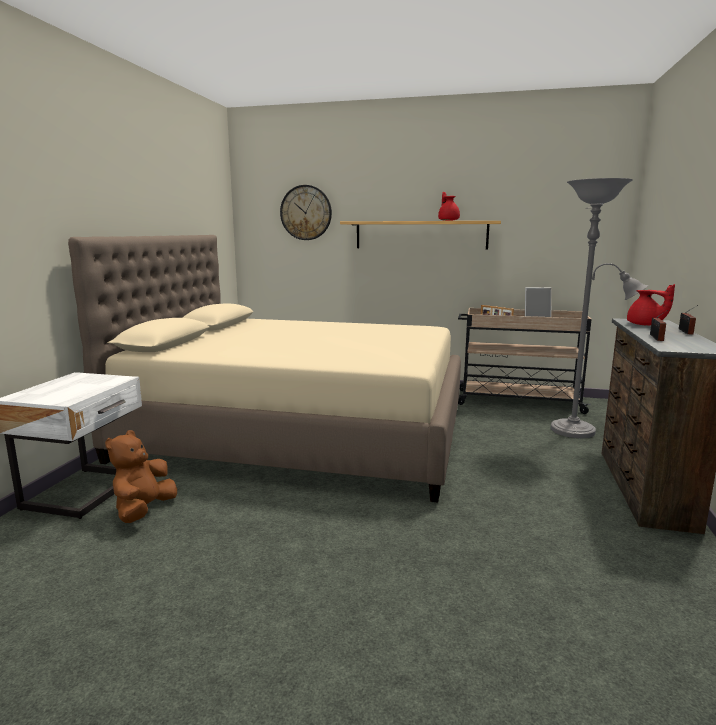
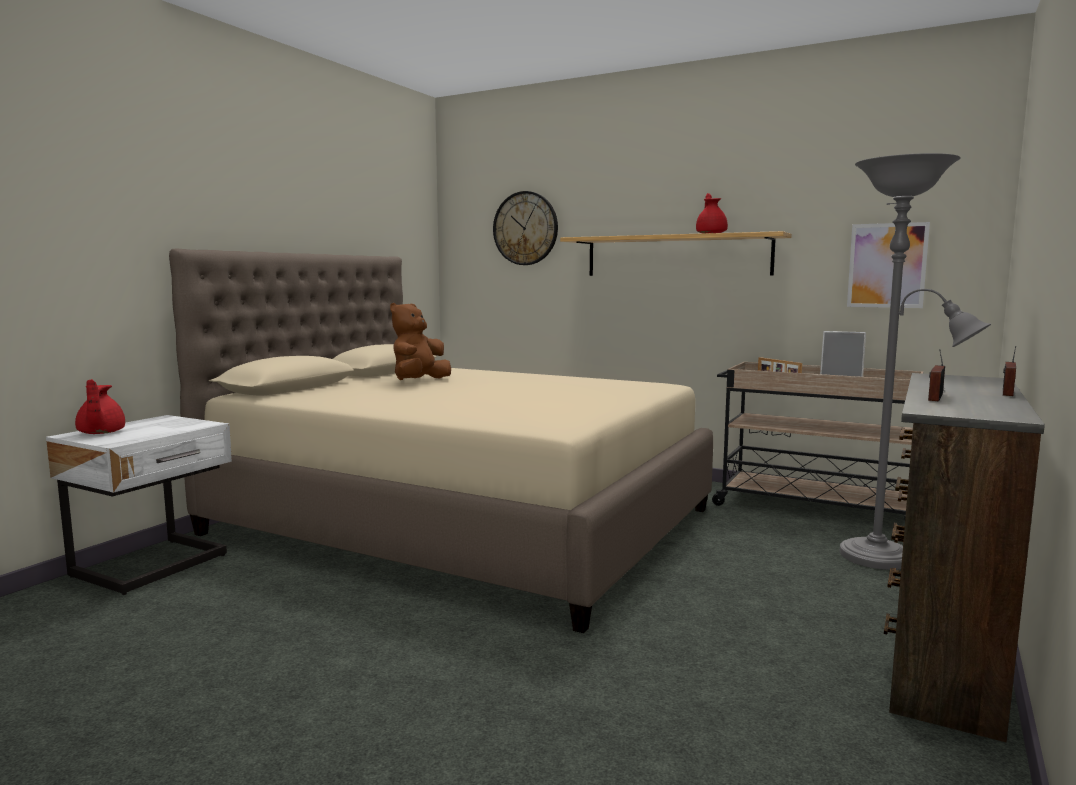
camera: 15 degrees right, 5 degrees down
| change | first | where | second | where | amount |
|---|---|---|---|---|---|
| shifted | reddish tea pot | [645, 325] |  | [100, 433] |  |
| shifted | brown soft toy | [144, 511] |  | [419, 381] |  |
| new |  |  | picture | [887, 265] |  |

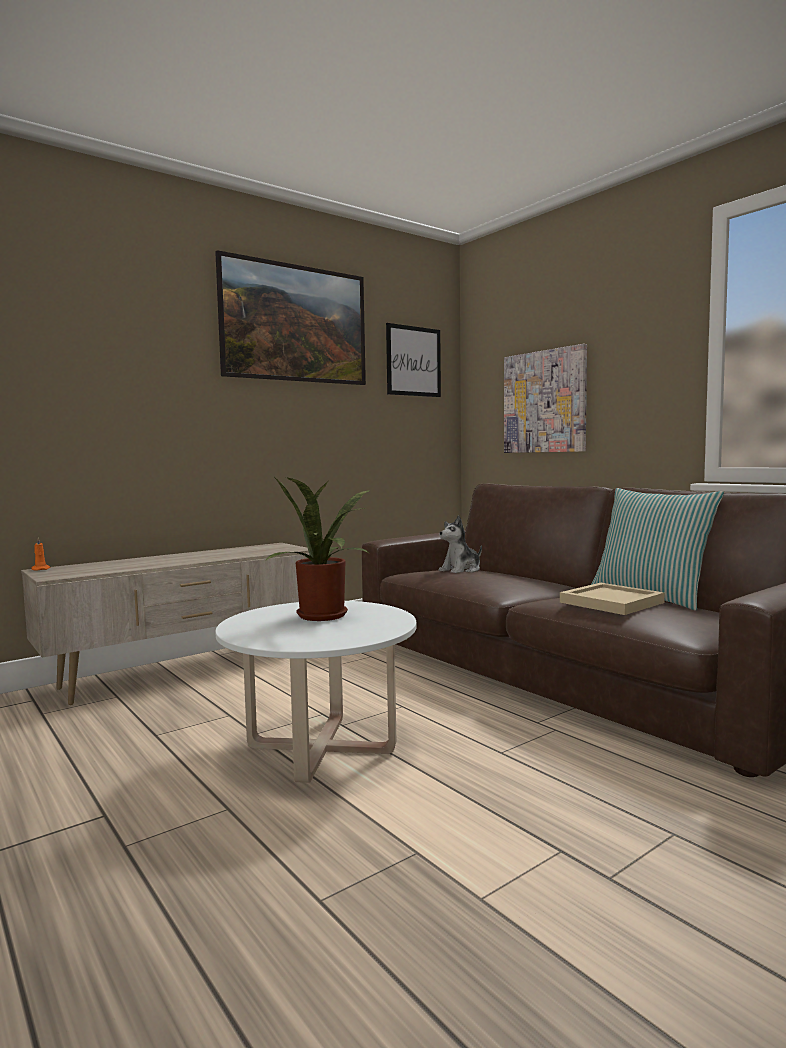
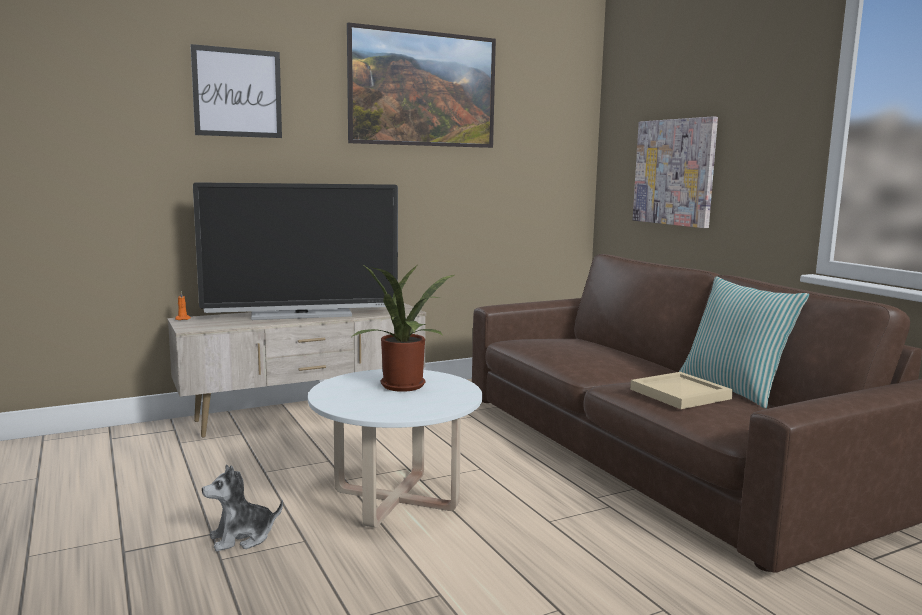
camera: 10 degrees right, 5 degrees up
| change | first | where | second | where | amount |
|---|---|---|---|---|---|
| shifted | picture | [413, 361] |  | [237, 93] |  |
| new |  |  | TV set | [301, 315] |  |
| shifted | soft toy | [461, 570] |  | [242, 538] |  |

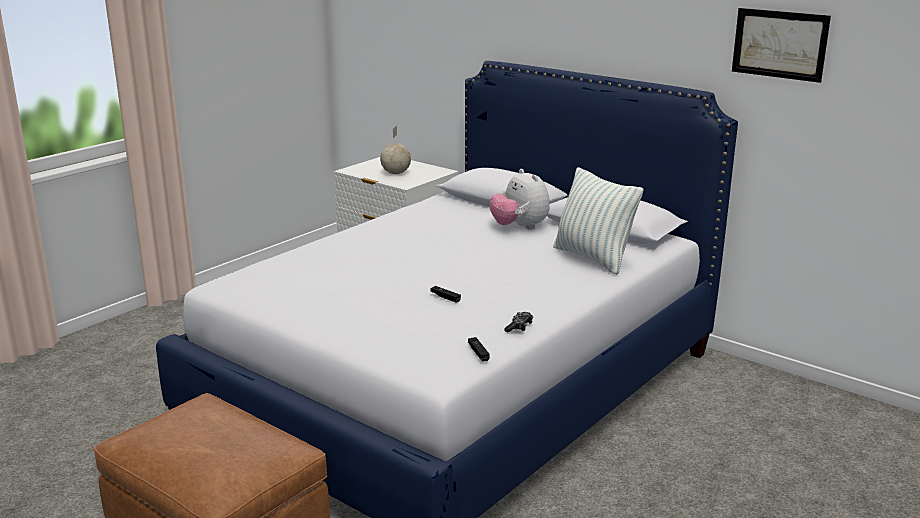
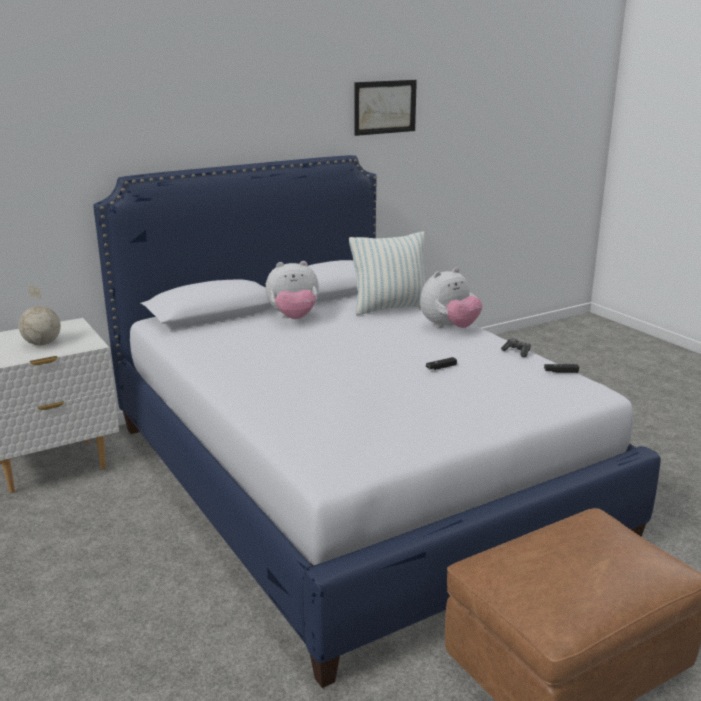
camera: 70 degrees left, 0 degrees up
| change | first | where | second | where | amount |
|---|---|---|---|---|---|
| new |  |  | soft toy | [449, 328] |  |

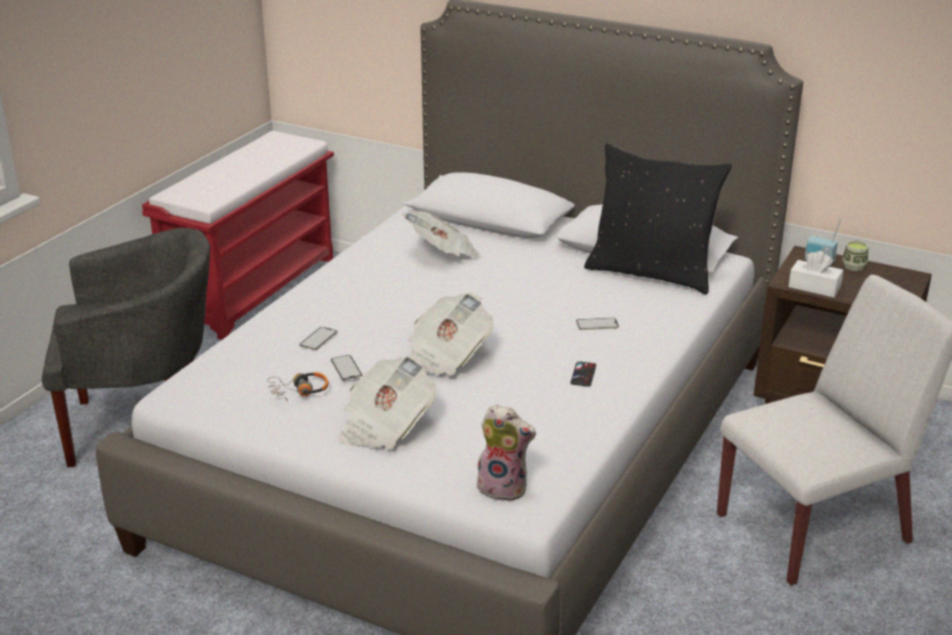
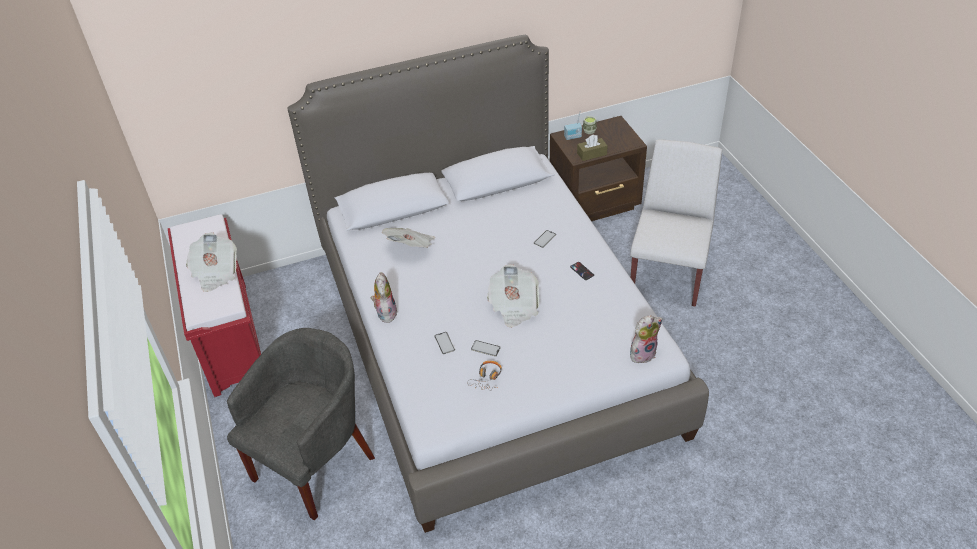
camera: 45 degrees left, 15 degrees up
| change | first | where | second | where | amount |
|---|---|---|---|---|---|
| shifted | newspaper | [385, 426] |  | [215, 273] |  |
| new |  |  | soft toy | [385, 313] |  |
| repainted | whitish tissue holder | [814, 287] | brown tissue holder | [592, 154] |  |
| gone | black pillow | [651, 272] |  |  |  |

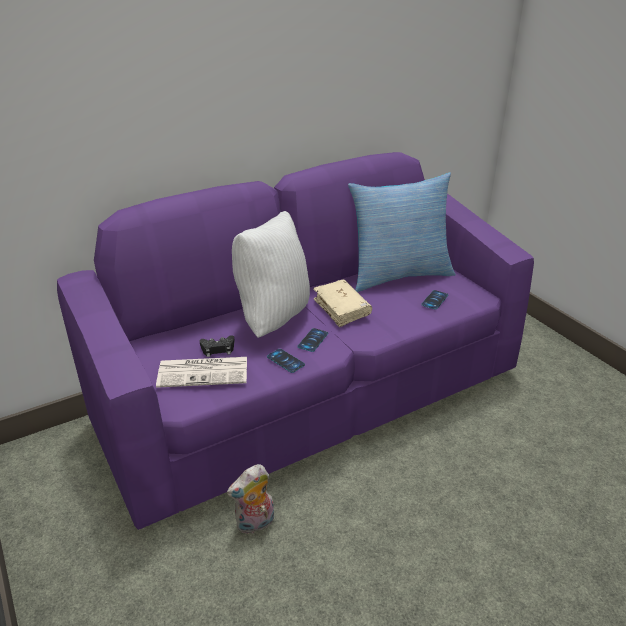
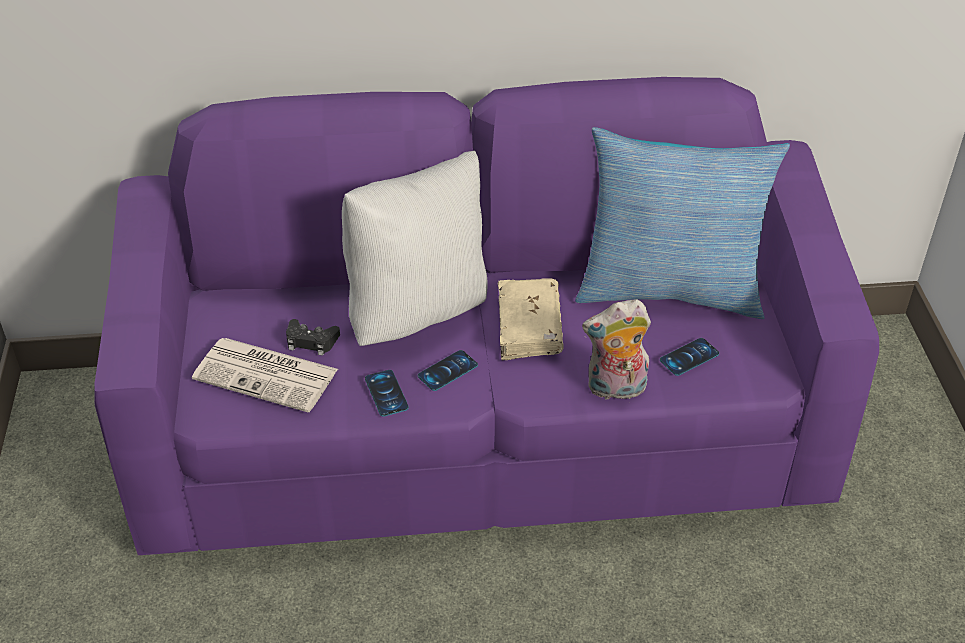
camera: 25 degrees right, 10 degrees up
| change | first | where | second | where | amount |
|---|---|---|---|---|---|
| shifted | soft toy | [255, 524] |  | [615, 389] |  |

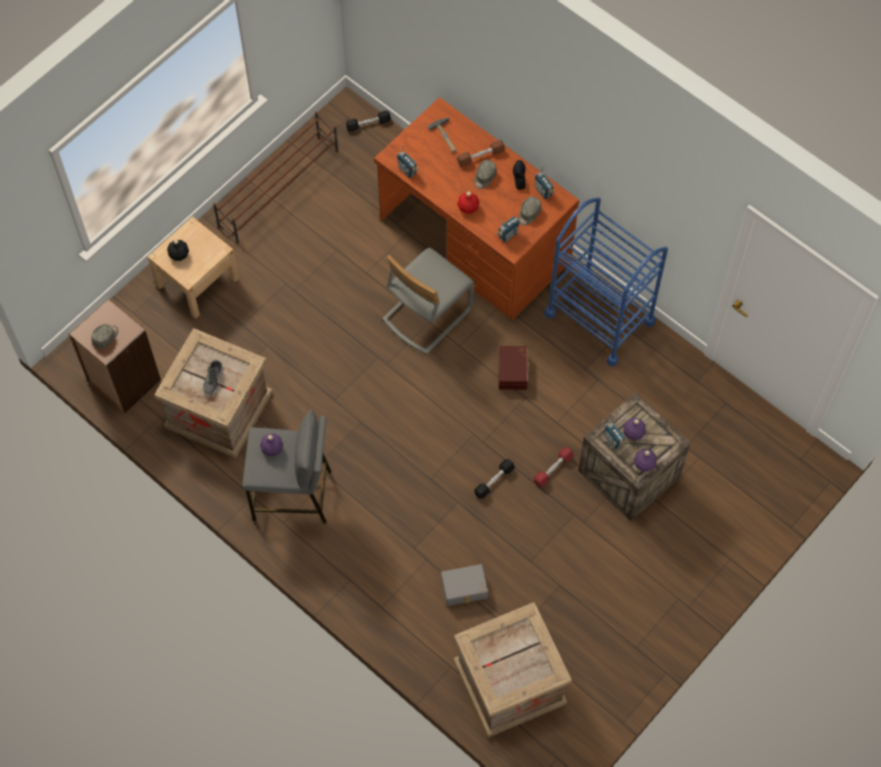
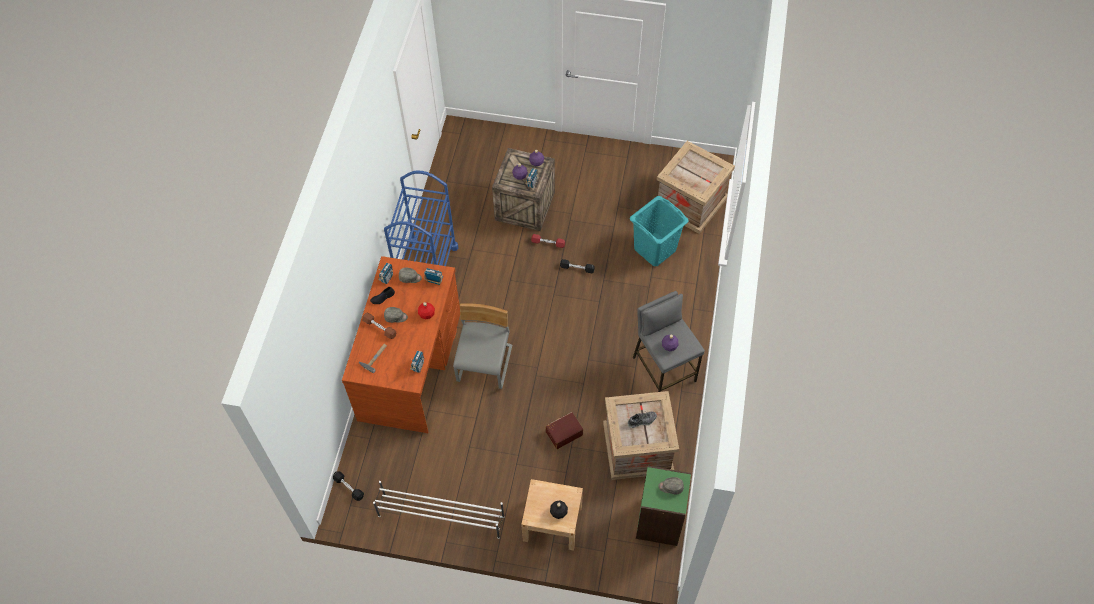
camera: 120 degrees left, 5 degrees down
| change | first | where | second | where | amount |
|---|---|---|---|---|---|
| repainted | brown shoe shelf | [279, 188] | whitish shoe shelf | [440, 515] |  |
| rotated | greyish chair | [426, 314] |  | [485, 364] | 90 degrees counterclockwise |
| shifted | brown storage bin | [513, 371] |  | [563, 432] |  |
| swapped | greyish storage bin | [464, 589] | turquoise hamper | [654, 249] |  |
| repainted | brown bookshelf | [123, 381] | green bookshelf | [660, 522] |  |

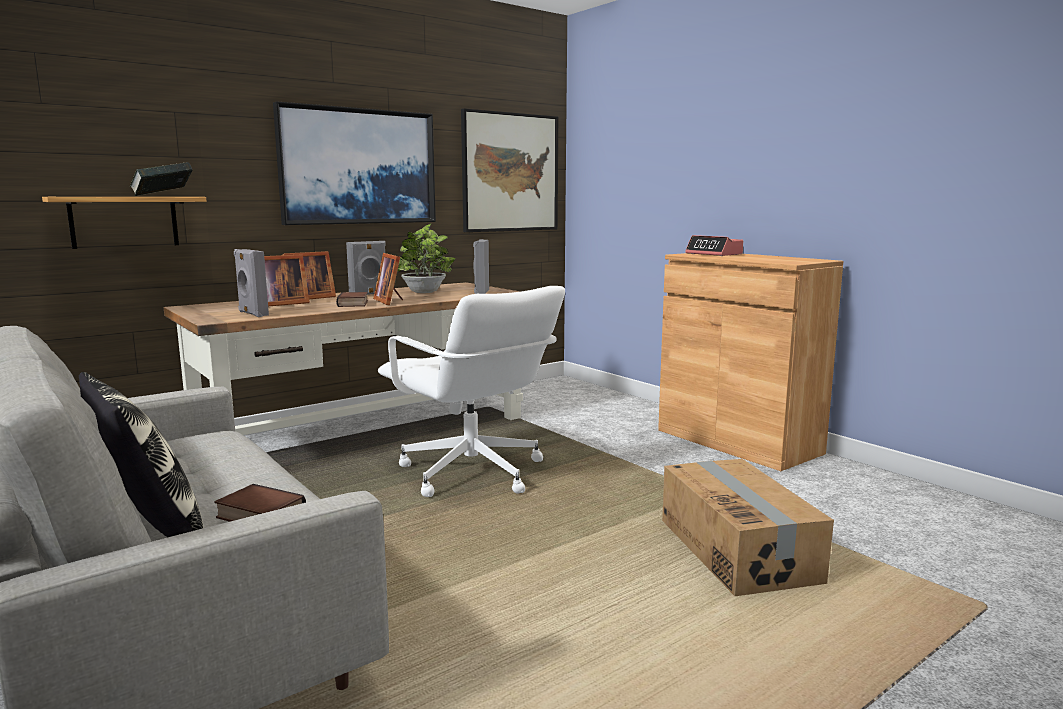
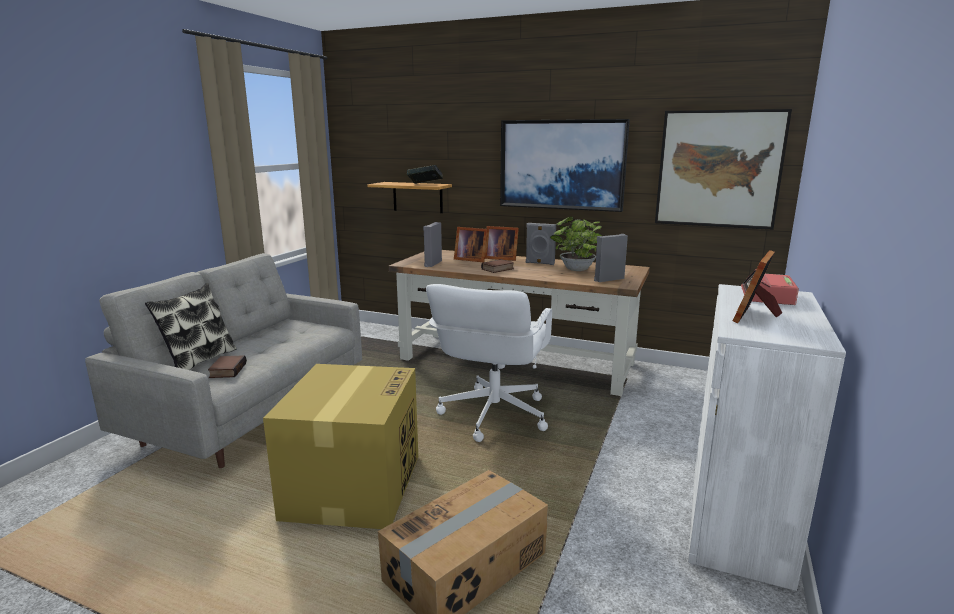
camera: 60 degrees right, 5 degrees up
| change | first | where | second | where | amount |
|---|---|---|---|---|---|
| new |  |  | packing box | [353, 486] |  |
| repainted | brown storage cabinet | [738, 441] | whitish storage cabinet | [738, 516] |  |
| shifted | photo frame | [390, 301] |  | [756, 316] |  |

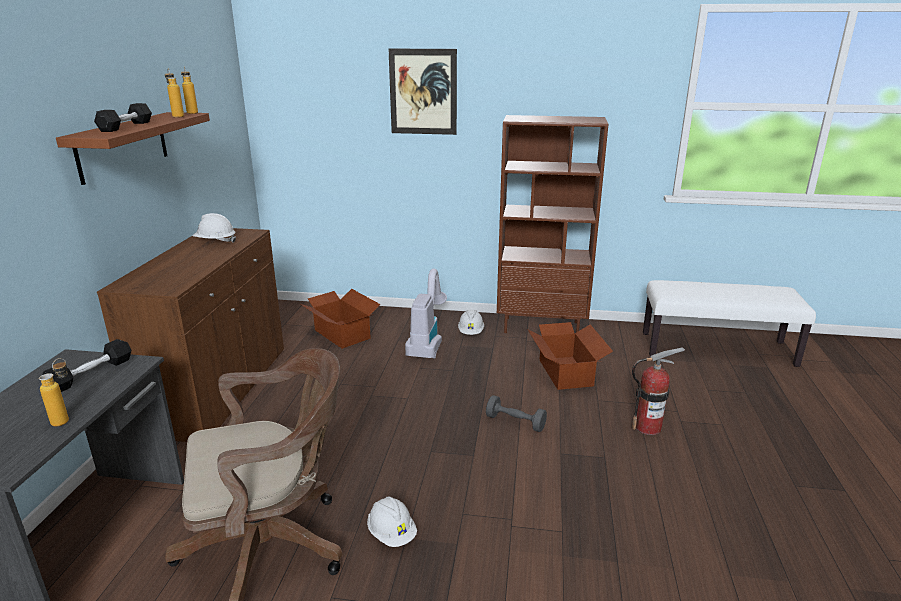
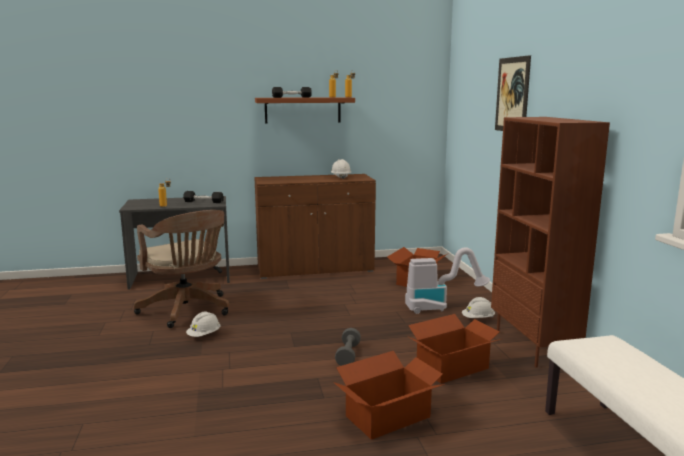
camera: 70 degrees right, 10 degrees down
| change | first | where | second | where | amount |
|---|---|---|---|---|---|
| swapped | fire-fighting cylinder | [648, 427] | packing box | [389, 417] |  |

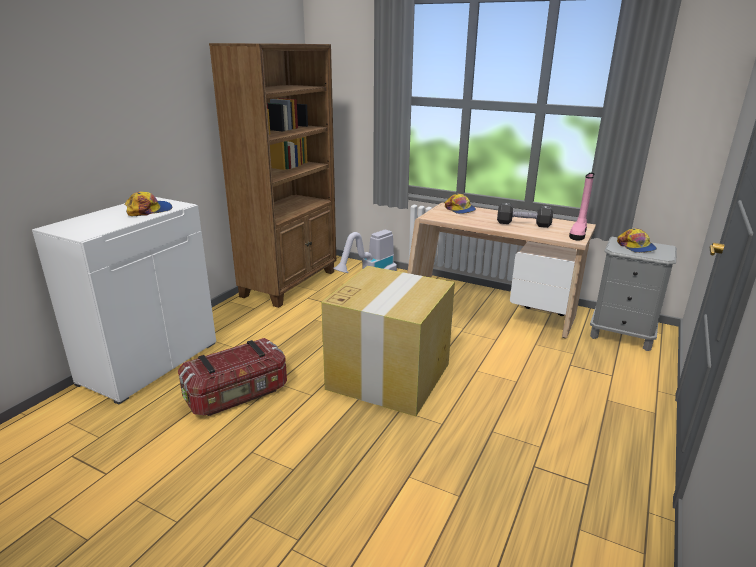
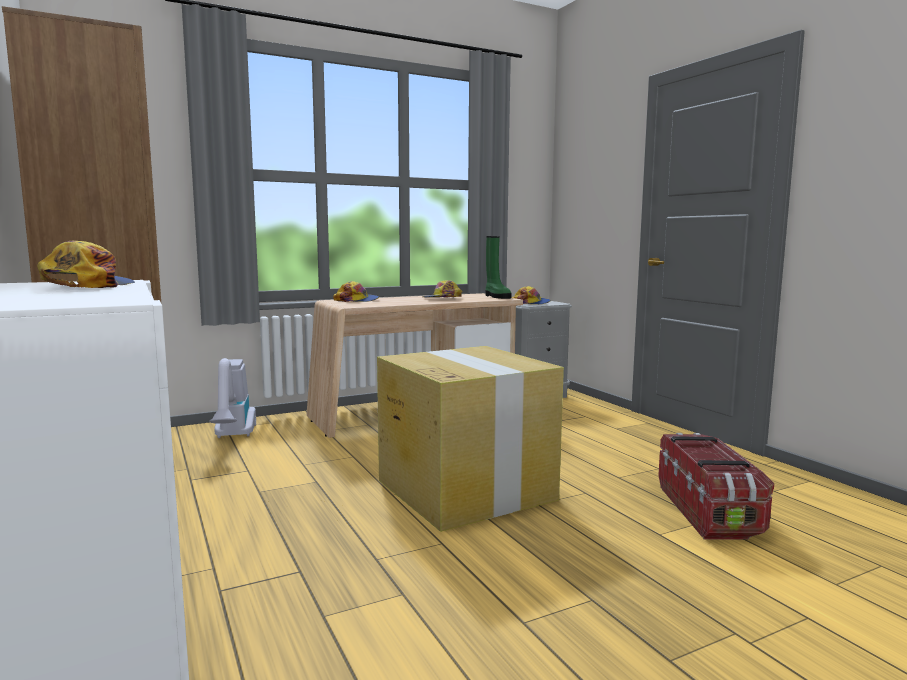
camera: 55 degrees left, 15 degrees down
| change | first | where | second | where | amount |
|---|---|---|---|---|---|
| swapped | black free weight | [523, 224] | peaked cap | [442, 298] |  |
| repainted | pink-coloured tall boot | [578, 234] | green tall boot | [496, 297] |  |
| shifted | storage bin | [237, 395] |  | [708, 511] |  |

